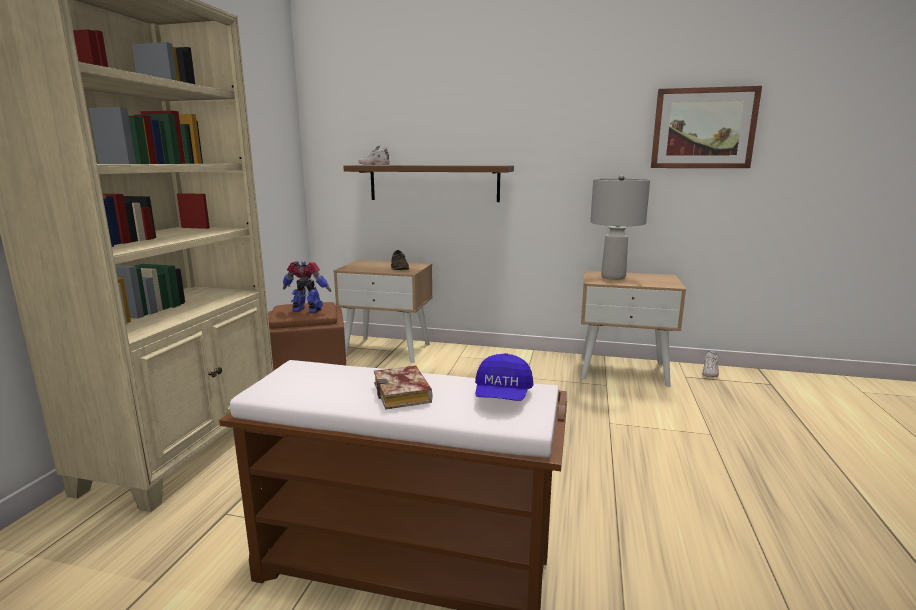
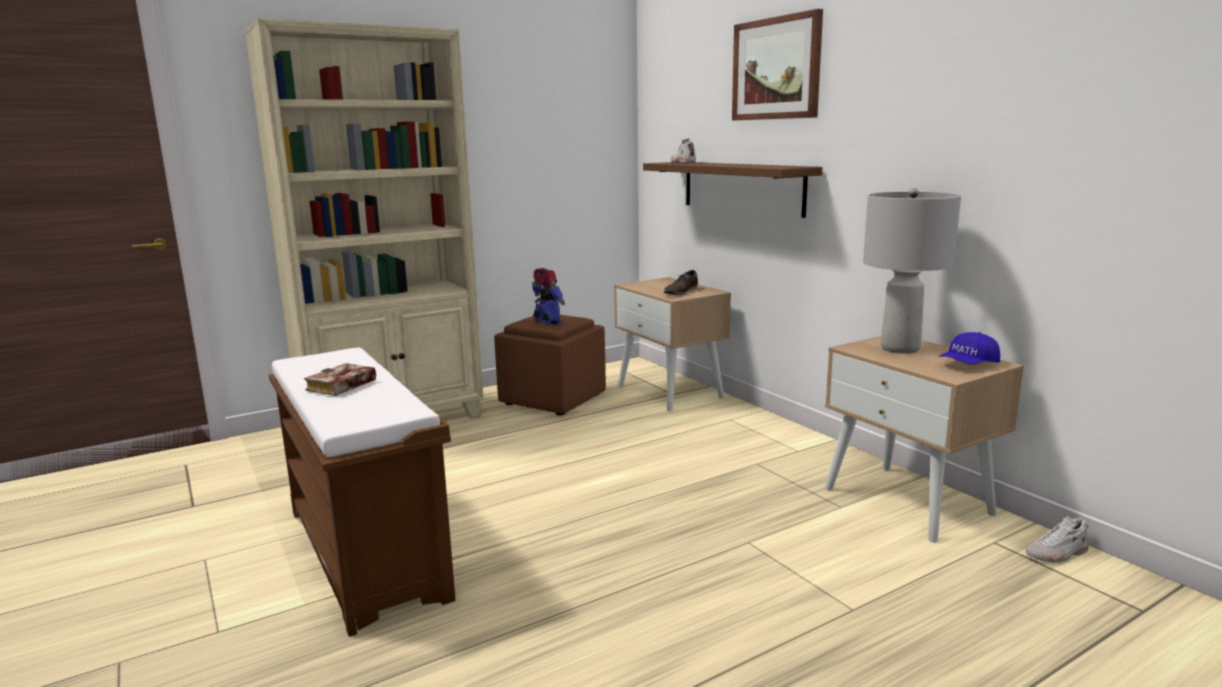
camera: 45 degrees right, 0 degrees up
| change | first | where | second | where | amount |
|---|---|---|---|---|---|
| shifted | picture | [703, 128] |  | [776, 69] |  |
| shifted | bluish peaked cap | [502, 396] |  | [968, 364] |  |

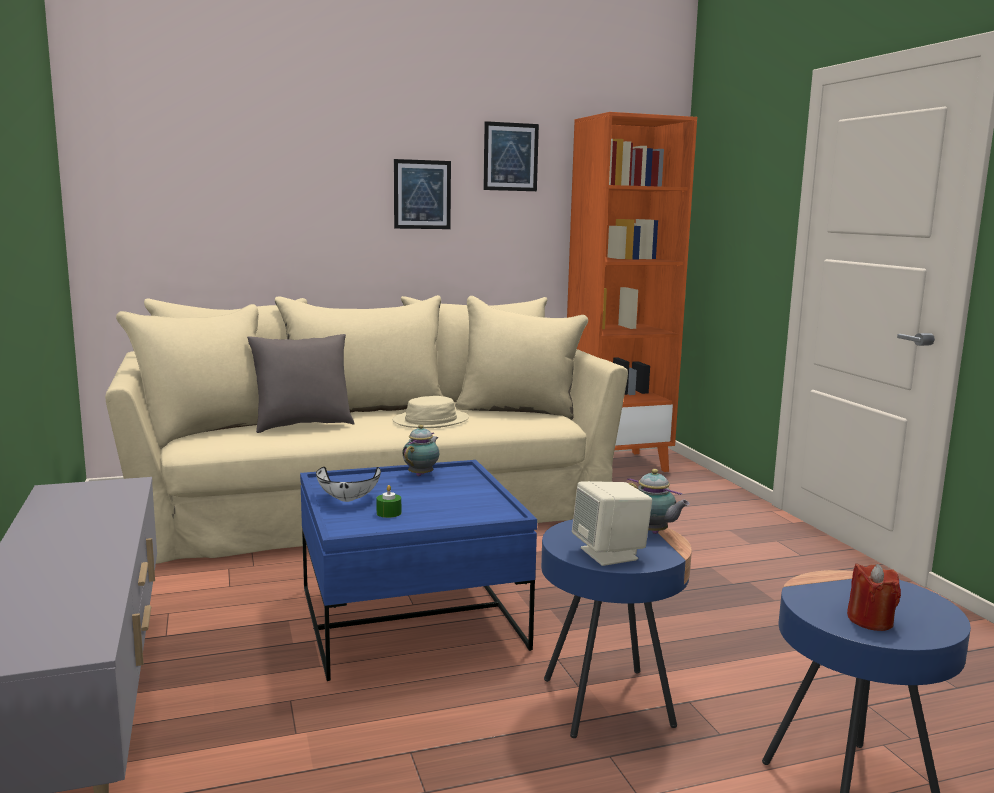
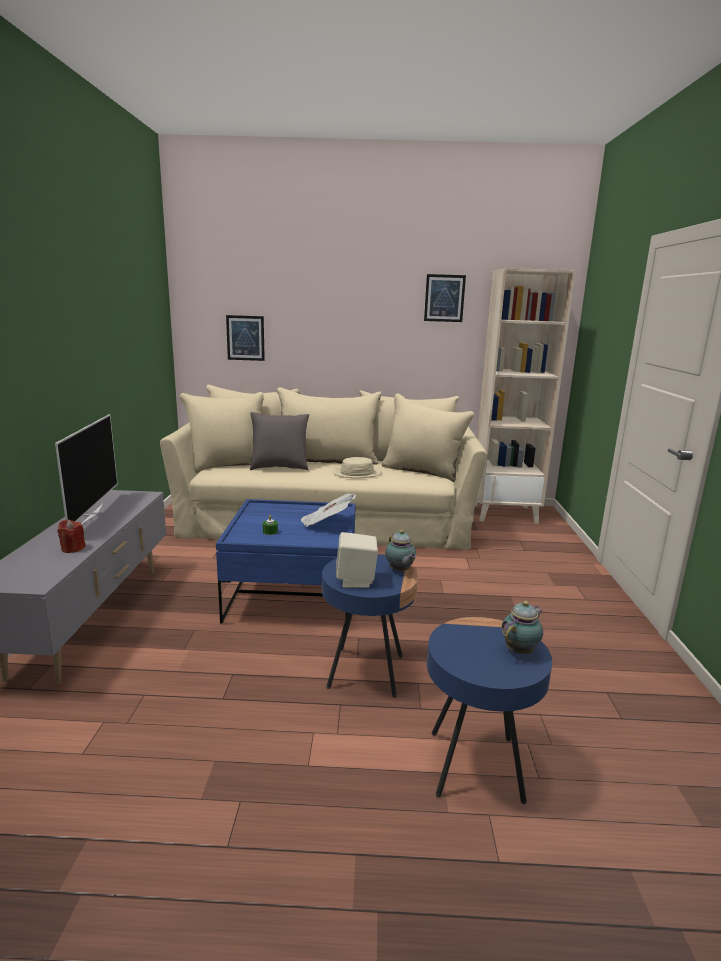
camera: 20 degrees right, 5 degrees up
| change | first | where | second | where | amount |
|---|---|---|---|---|---|
| new |  |  | TV set | [90, 515] |  |
| shifted | reddish wax candle | [870, 621] |  | [73, 548] |  |
| shifted | picture | [422, 194] |  | [245, 338] |  |
| new |  |  | newspaper | [326, 523] |  |
| repainted | orange bookshelf | [616, 464] | beige-coloured bookshelf | [504, 513] |  |
| shifted | tea pot | [422, 474] |  | [520, 650] |  |
| gone | whitish serving bowl | [348, 500] |  |  |  |

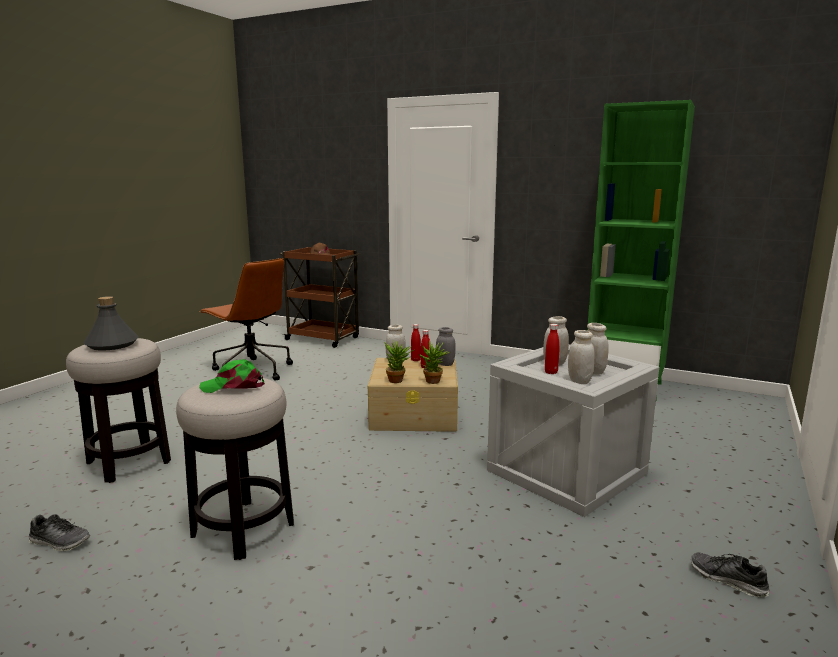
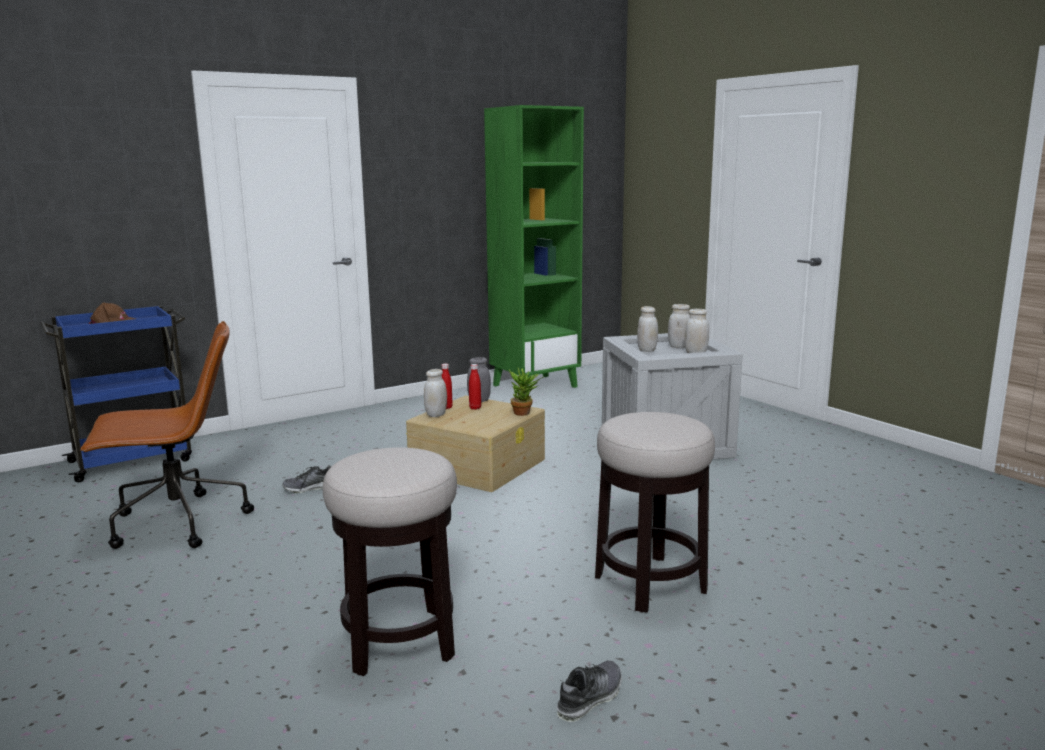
camera: 60 degrees left, 0 degrees up
| change | first | where | second | where | amount |
|---|---|---|---|---|---|
| repainted | brown wheeled cart | [323, 339] | bluish wheeled cart | [133, 460] |  |
| shifted | item of footwear | [727, 580] |  | [311, 488] |  |
| gone | greyish beverage bottle | [112, 344] |  |  |  |
| gone | green peaked cap | [233, 386] |  |  |  |
| gone | houseplant | [398, 381] |  |  |  |
| gone | reddish beverage bottle | [551, 372] |  |  |  |

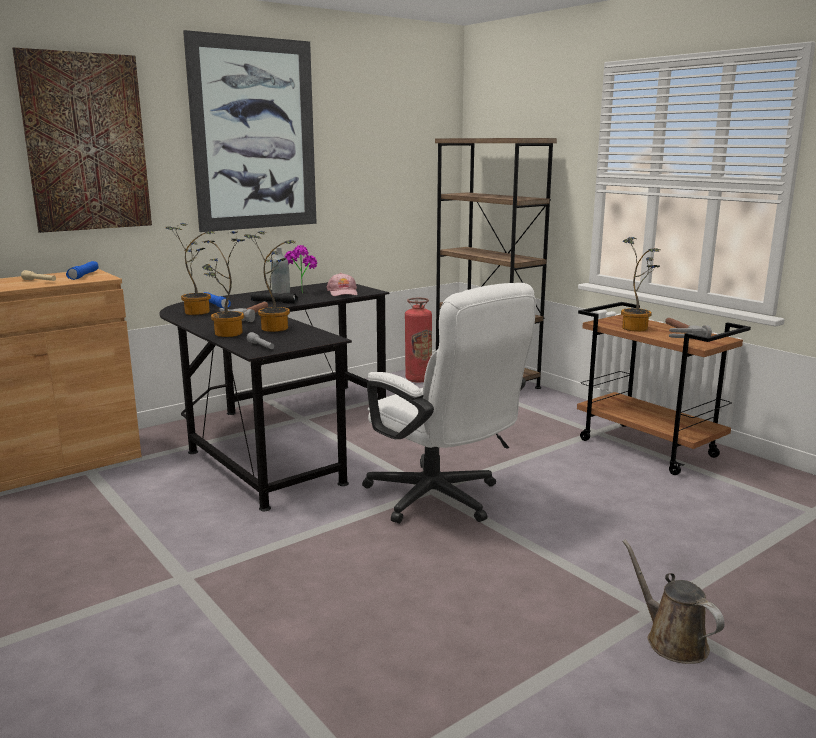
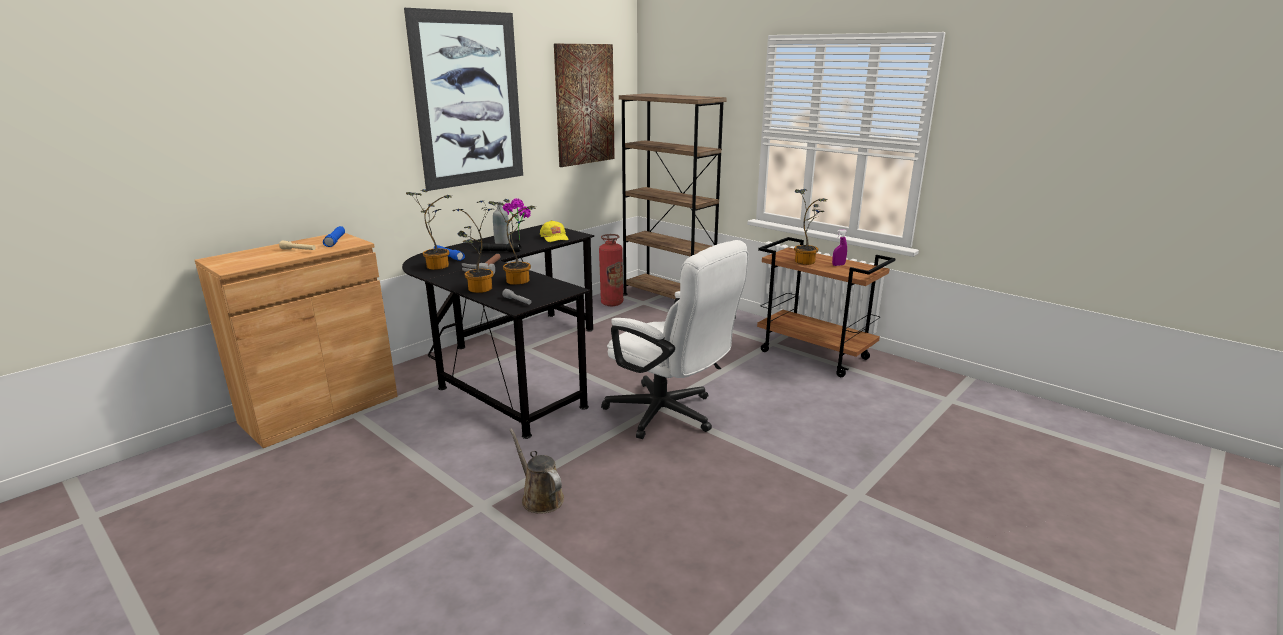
camera: 10 degrees left, 5 degrees up
| change | first | where | second | where | amount |
|---|---|---|---|---|---|
| shifted | brown sprinkling can | [672, 640] |  | [540, 497] |  |
| repainted | pink-coloured peaked cap | [343, 292] | yellow-coloured peaked cap | [554, 237] |  |
| shifted | picture | [86, 143] |  | [584, 105] |  |
| swapped | hammer | [676, 333] | purplish spray bottle | [838, 265] |  |

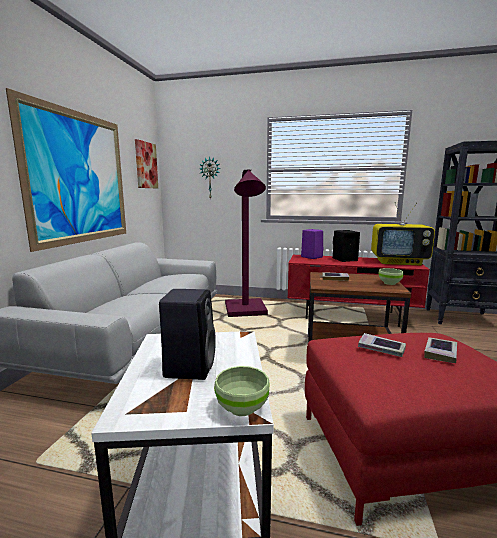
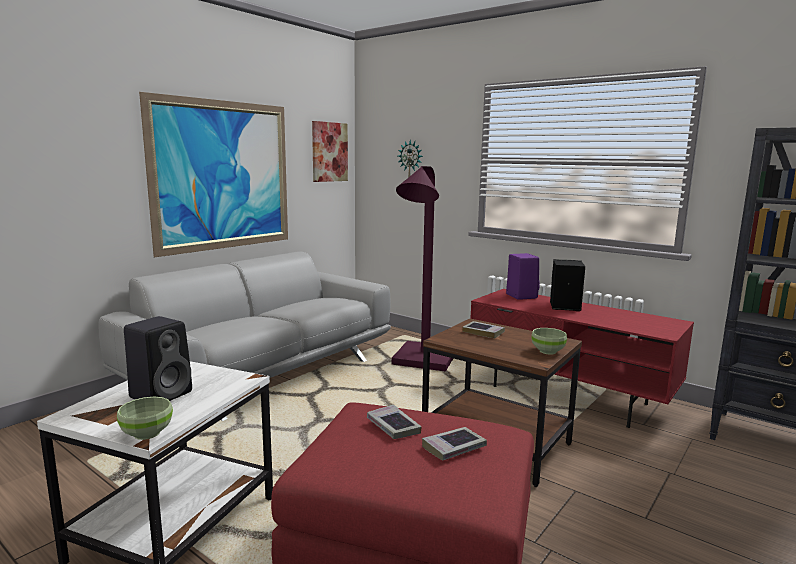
camera: 25 degrees right, 0 degrees up
| change | first | where | second | where | amount |
|---|---|---|---|---|---|
| gone | TV set | [399, 262] |  |  |  |

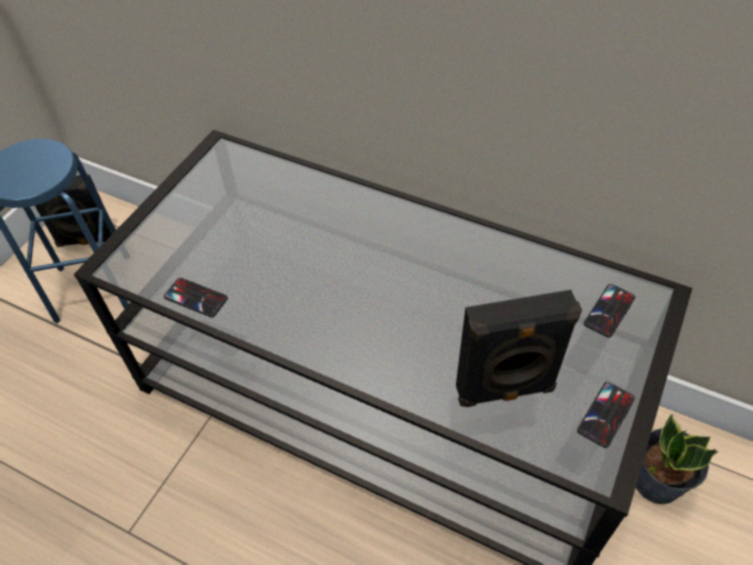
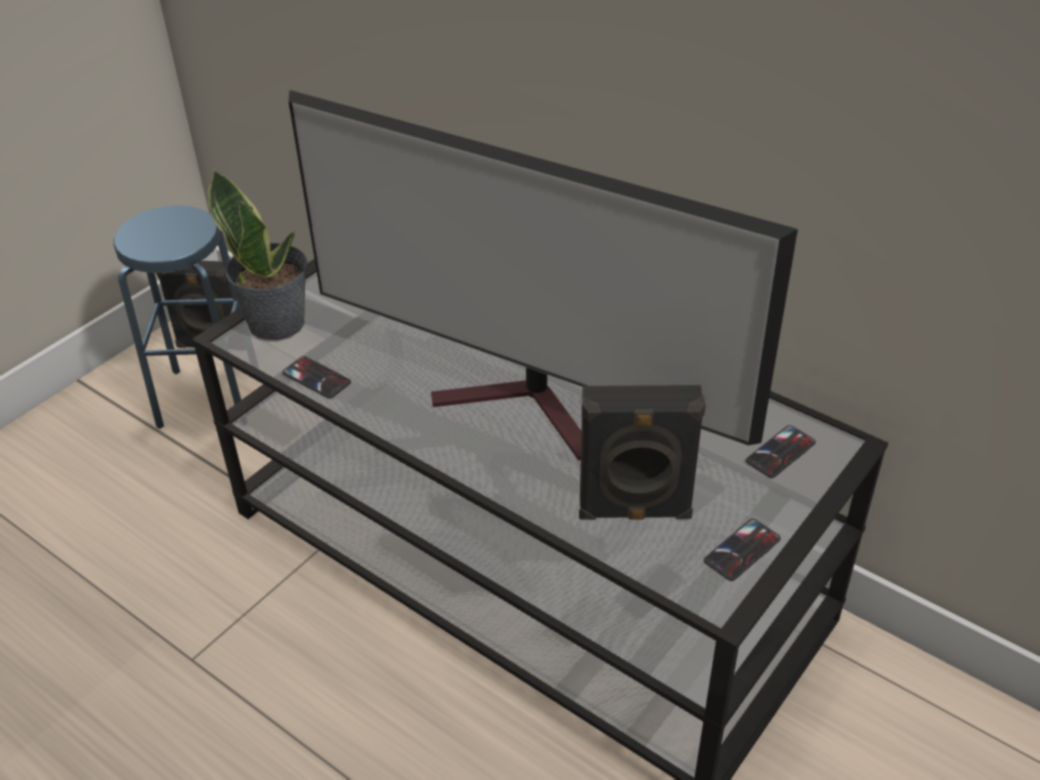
camera: 10 degrees right, 10 degrees down
| change | first | where | second | where | amount |
|---|---|---|---|---|---|
| shifted | houseplant | [656, 481] |  | [277, 322] |  |
| new |  |  | TV set | [529, 409] |  |

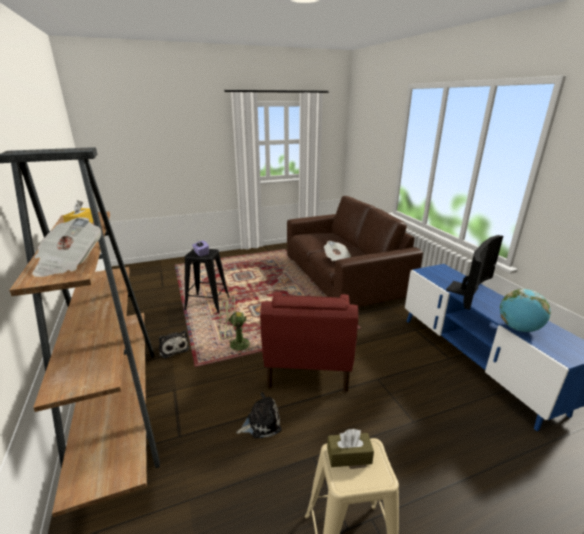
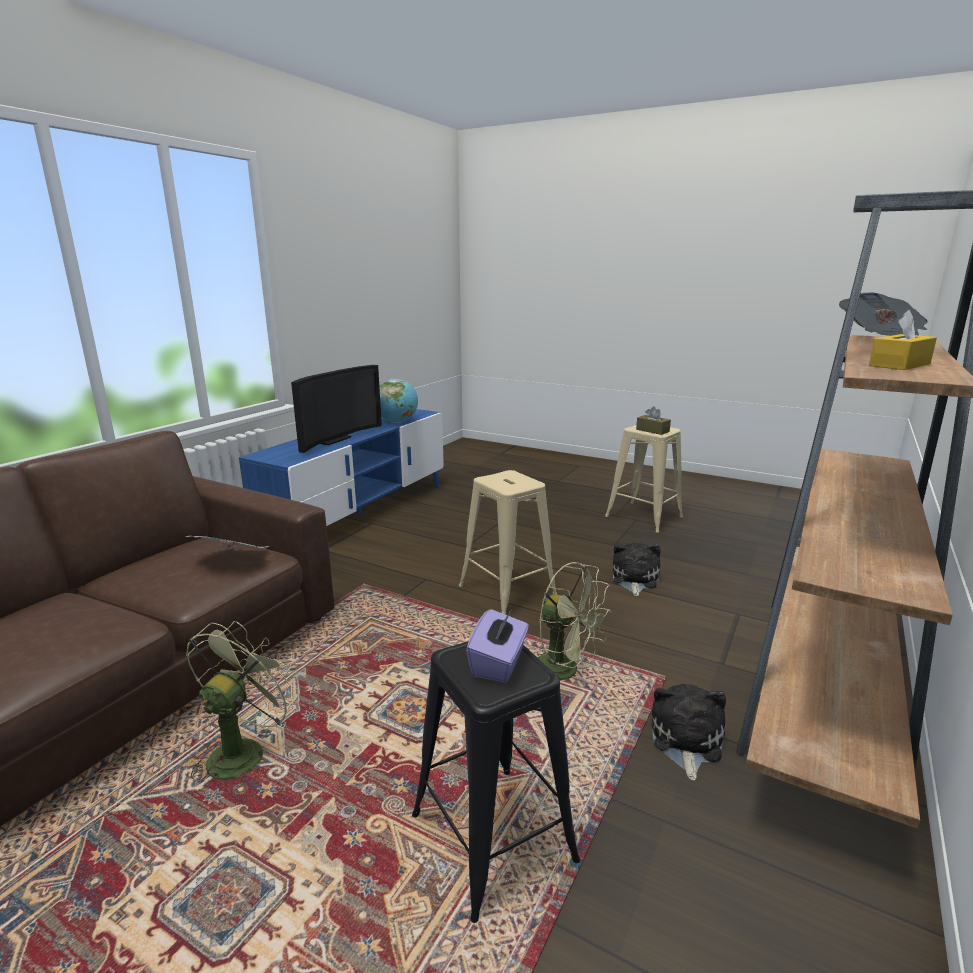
camera: 130 degrees left, 5 degrees down
| change | first | where | second | where | amount |
|---|---|---|---|---|---|
| new |  |  | green fan | [243, 750] |  |
| rotated | TV set | [466, 291] |  | [332, 440] | 120 degrees clockwise |
| swapped | reddish armchair | [308, 365] | beige-coloured stool seat | [507, 591] |  |
| rotated | soft toy | [261, 423] |  | [634, 579] | 75 degrees clockwise |

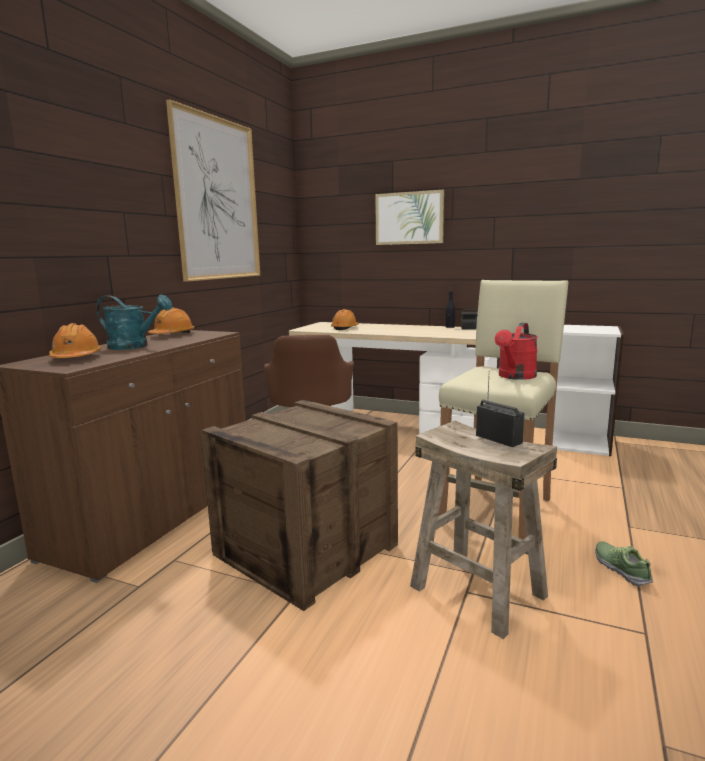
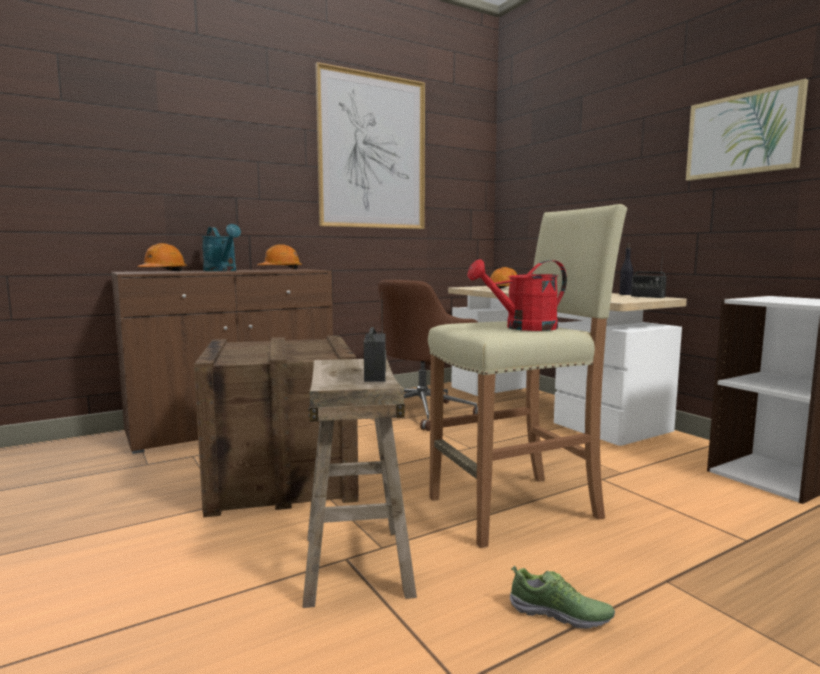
camera: 35 degrees right, 5 degrees down
| change | first | where | second | where | amount |
|---|---|---|---|---|---|
| rotated | item of footwear | [621, 569] |  | [560, 614] | 90 degrees clockwise |
| shifted | picture | [409, 218] |  | [743, 134] |  |

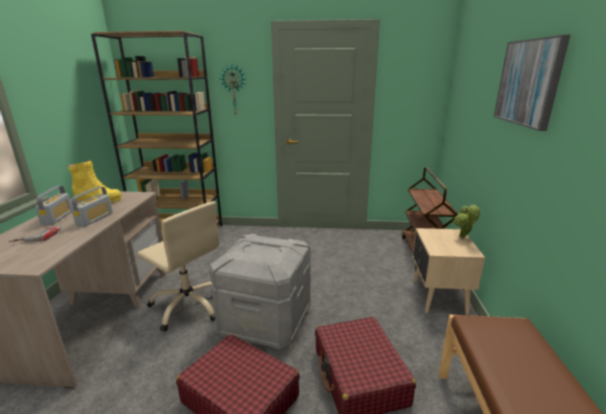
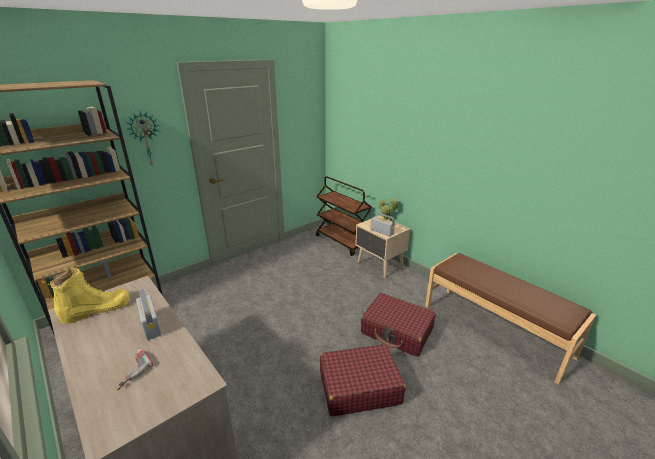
camera: 45 degrees left, 5 degrees up
| change | first | where | second | where | amount |
|---|---|---|---|---|---|
| shifted | radio | [57, 218] |  | [381, 232] |  |
| gone | beige-coloured computer chair | [189, 305] |  |  |  |
| gone | greyish storage bin | [266, 321] |  |  |  |
| gone | picture | [528, 82] |  |  |  |

